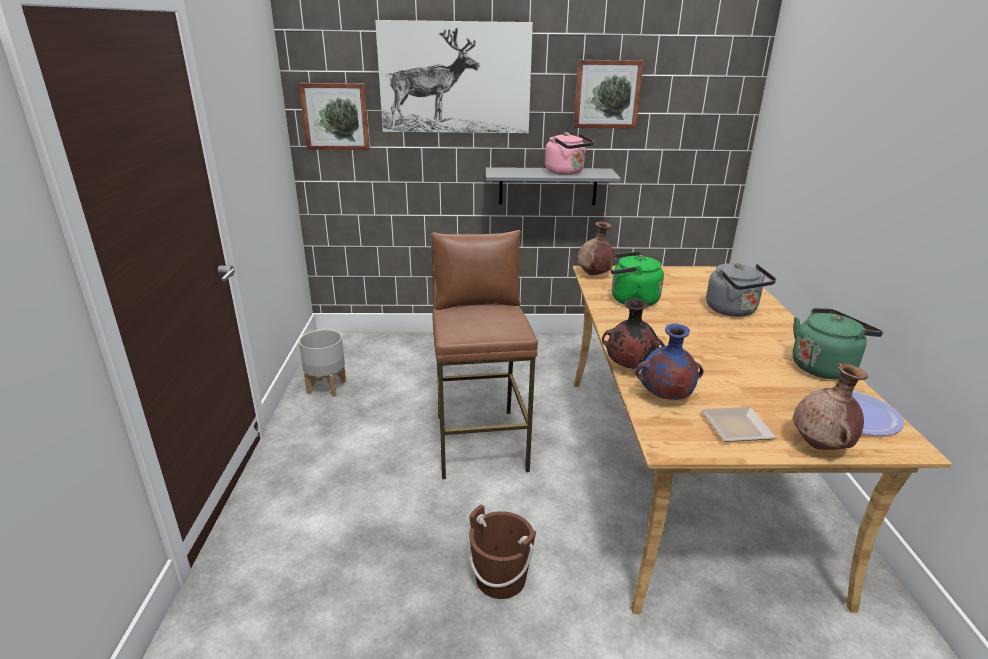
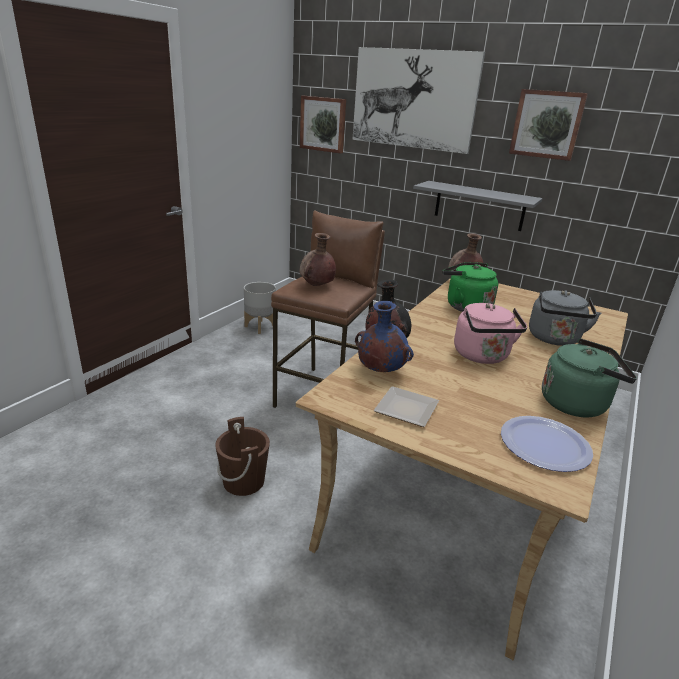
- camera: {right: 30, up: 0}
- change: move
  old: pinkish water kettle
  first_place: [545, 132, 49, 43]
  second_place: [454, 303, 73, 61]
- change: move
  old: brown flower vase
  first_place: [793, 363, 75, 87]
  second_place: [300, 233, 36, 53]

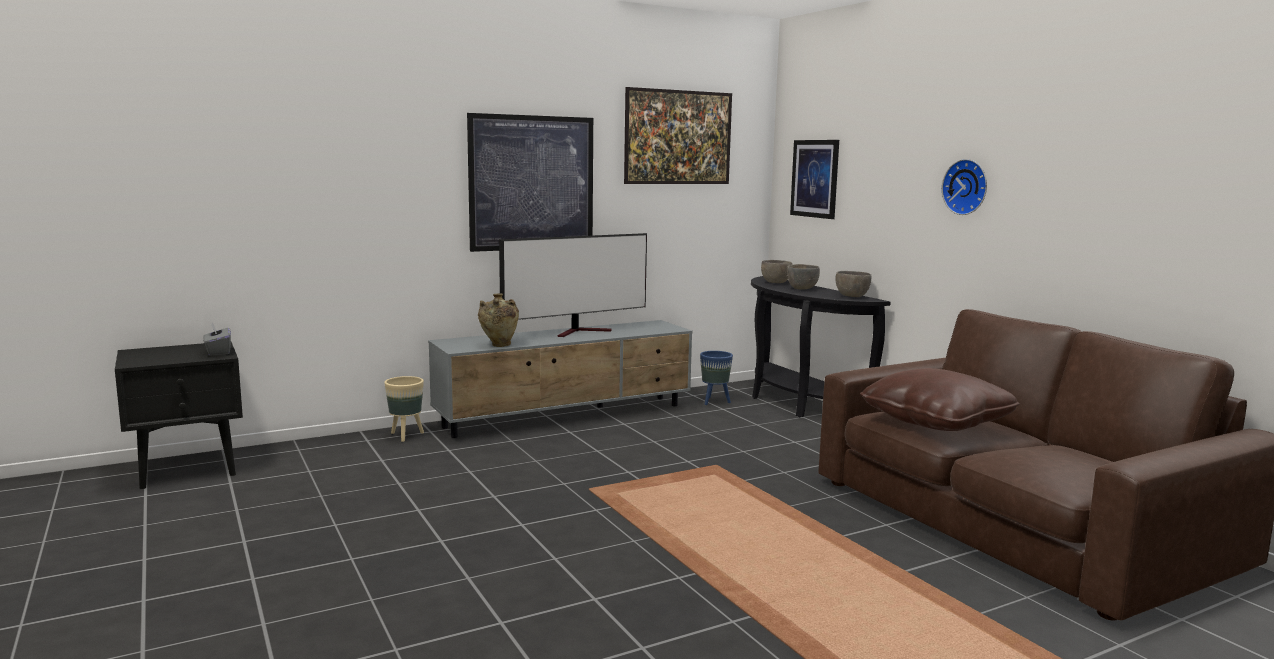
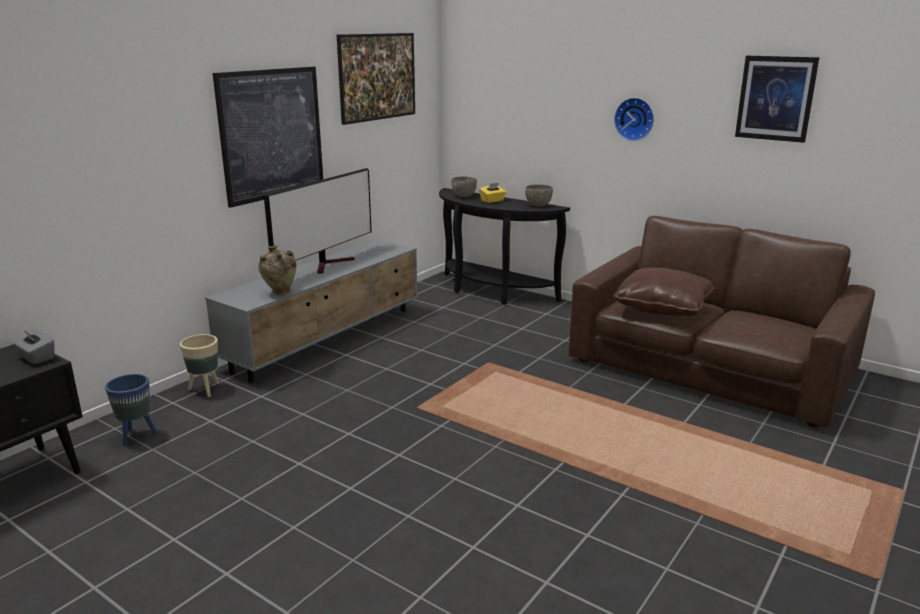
- camera: {right: -25, up: 10}
- change: move
  old: bluish planter
  first_place: [700, 351, 33, 54]
  second_place: [105, 374, 53, 72]
- change: replace
  old: grey serving bowl
  new: yellowish box of tissues
  first_place: [787, 264, 33, 26]
  second_place: [479, 183, 27, 20]
- change: move
  old: wall picture
  first_place: [790, 140, 49, 79]
  second_place: [735, 56, 84, 87]

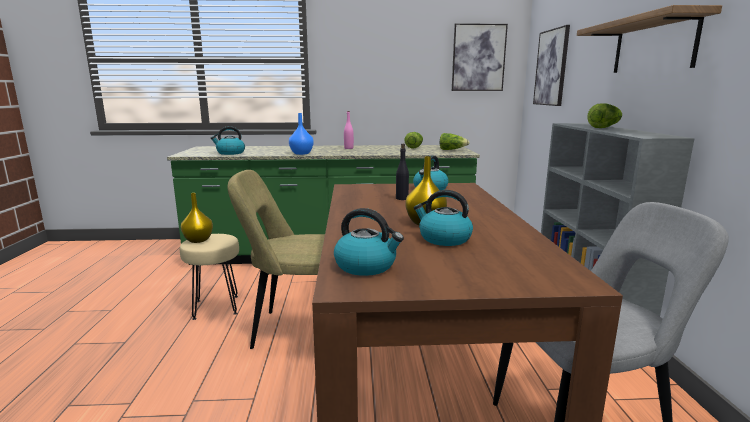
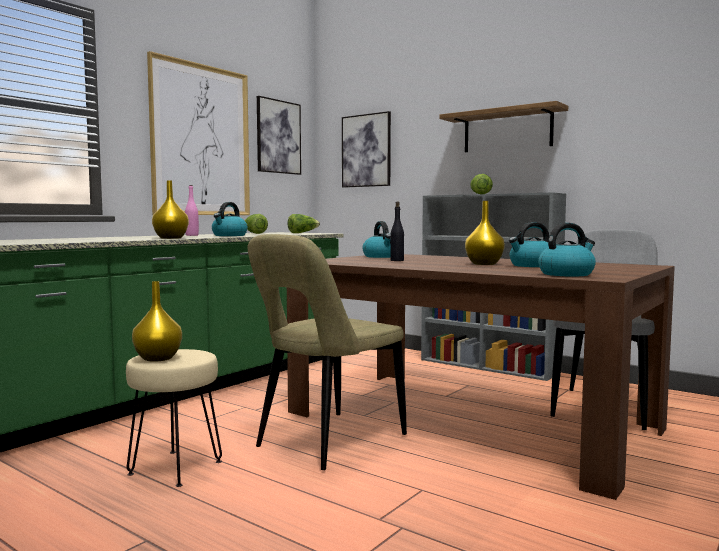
- camera: {right: -50, up: -10}
- change: move
  old: water kettle
  first_place: [211, 126, 34, 29]
  second_place: [212, 202, 36, 34]
- change: recolor
  old: bluish flower vase
  new: yellowish flower vase
  first_place: [289, 113, 25, 42]
  second_place: [152, 180, 37, 59]
- change: insert
  new: wall picture
  second_place: [147, 51, 103, 164]

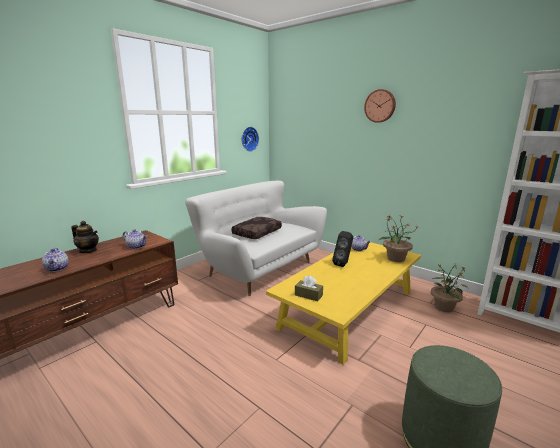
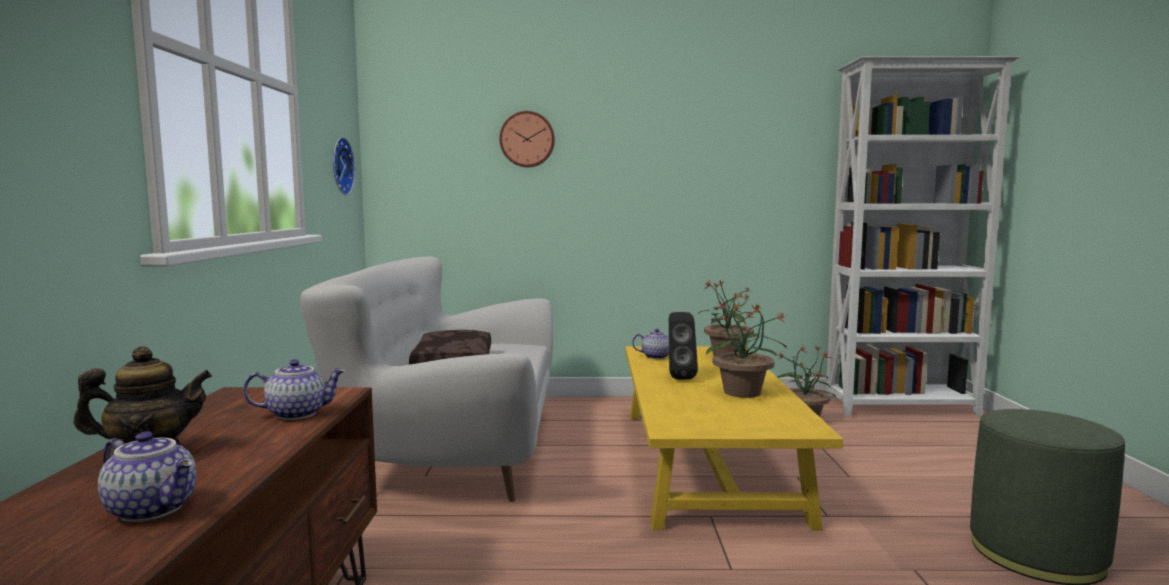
- camera: {right: -40, up: -10}
- change: delete
  old: brown box of tissues
  first_place: [295, 275, 28, 26]
- change: move
  old: wall clock
  first_place: [364, 89, 32, 34]
  second_place: [499, 111, 56, 56]
- change: insert
  new: potted plant
  second_place: [706, 301, 80, 97]

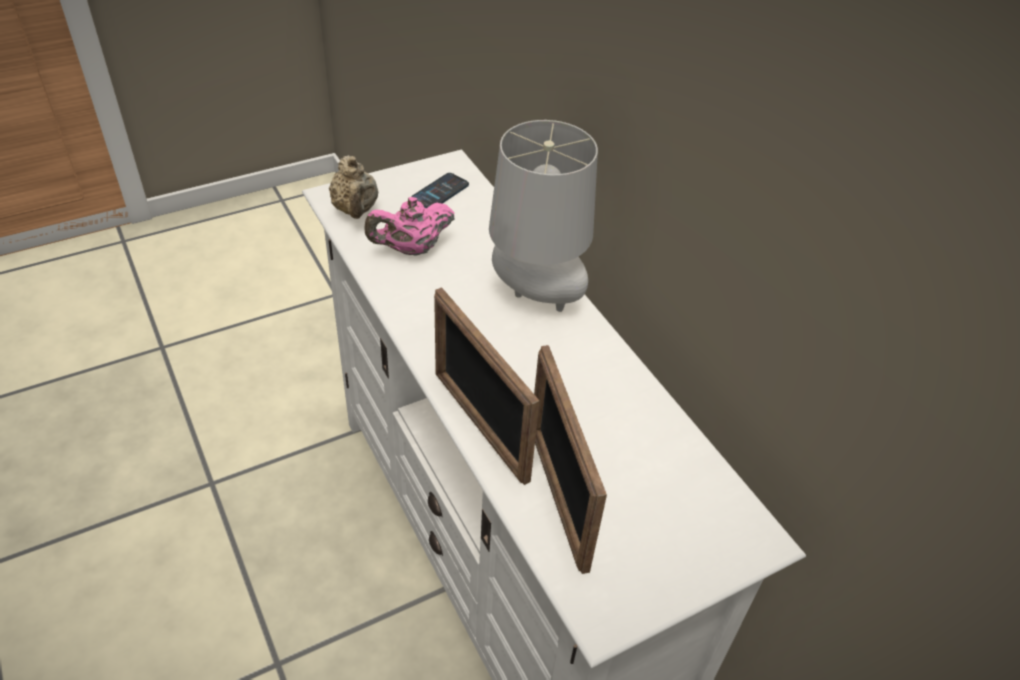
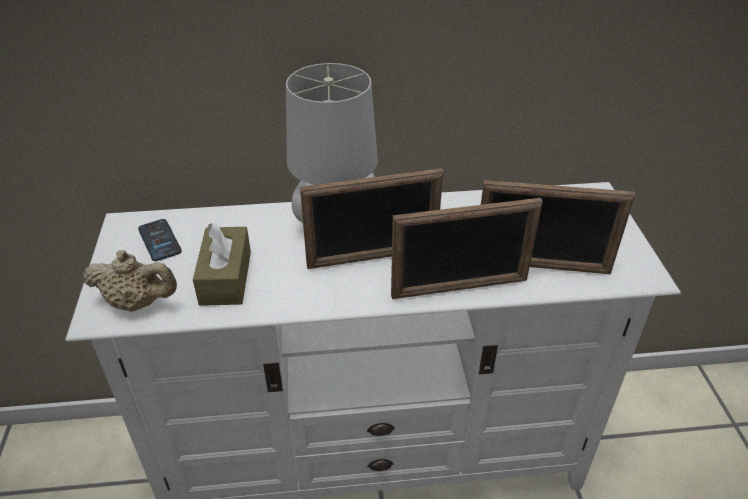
- camera: {right: -65, up: -5}
- change: replace
  old: pinkish tea pot
  new: brown box of tissues
  first_place: [365, 197, 90, 59]
  second_place: [193, 222, 58, 84]
- change: insert
  new: photo frame
  second_place: [300, 168, 143, 101]

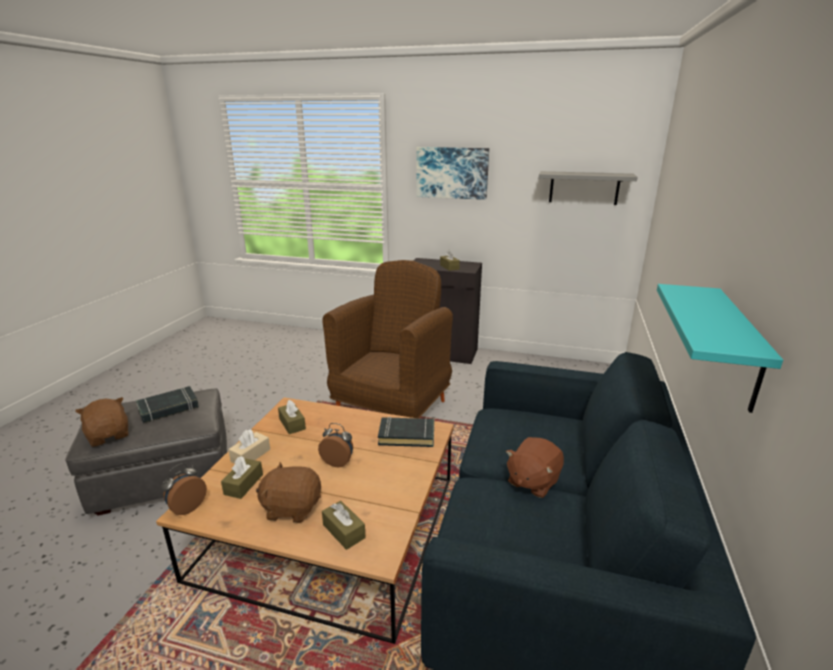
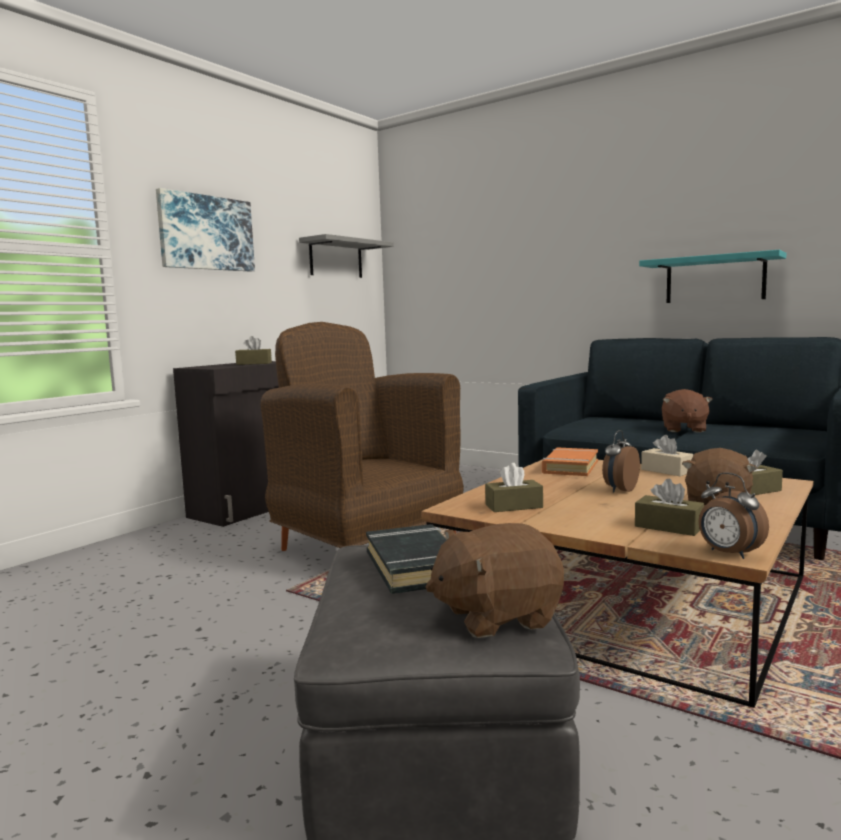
- camera: {right: -70, up: -15}
- change: move
  old: sand-coloured box of tissues
  first_place: [228, 429, 42, 35]
  second_place: [641, 435, 52, 41]
- change: recolor
  old: black volume
  new: orangey volume
  first_place: [378, 416, 56, 31]
  second_place: [542, 448, 56, 28]
- change: rotate
  old: brown cuddly toy
  first_place: [506, 437, 58, 61]
  second_place: [662, 389, 51, 43]
  degrees: 45

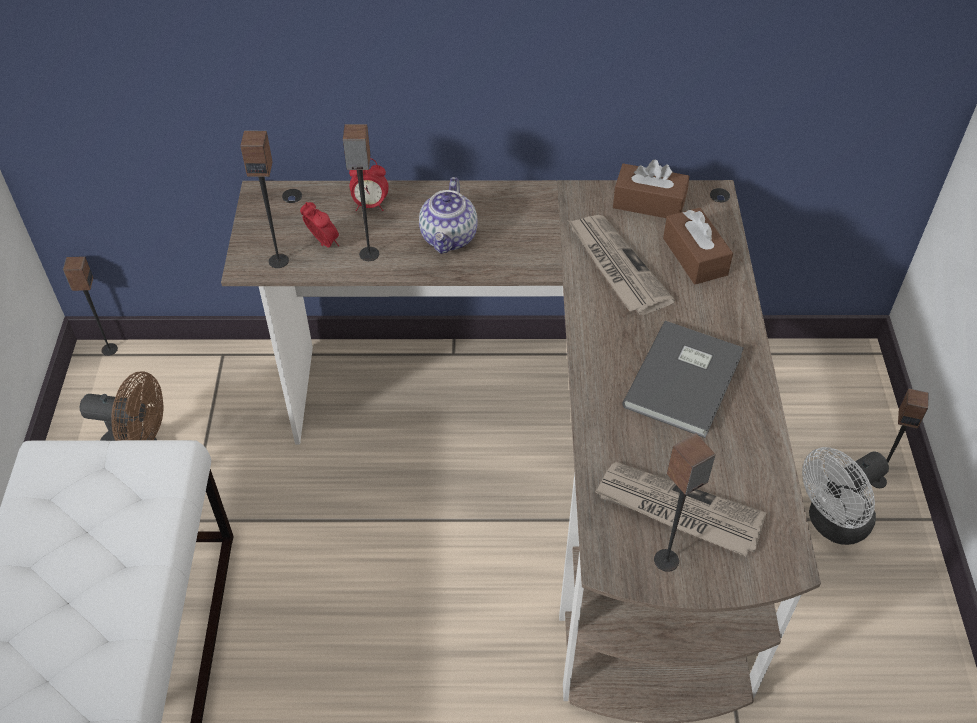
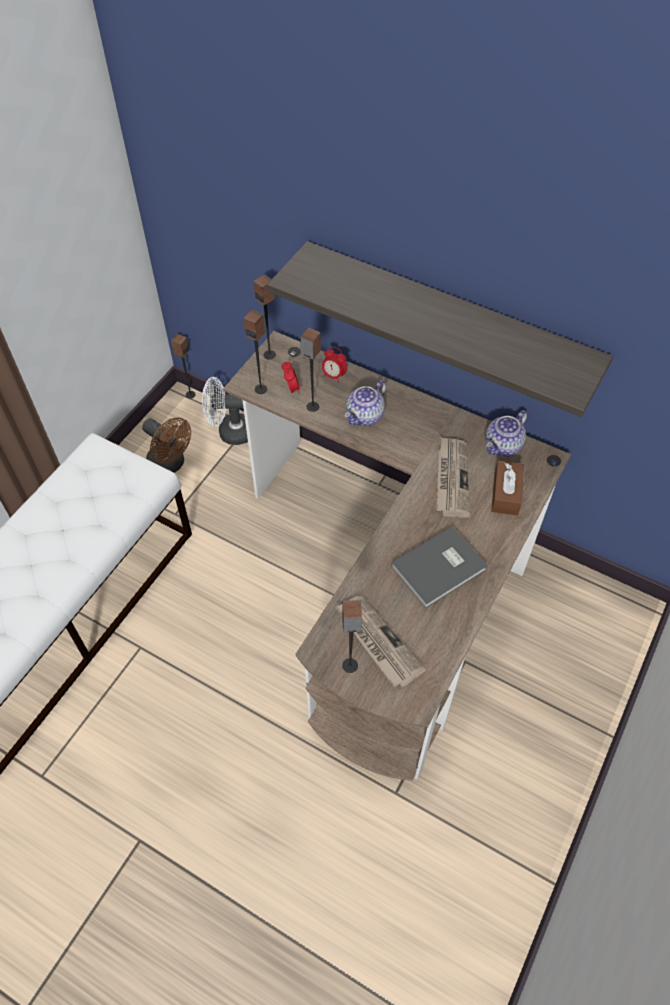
- camera: {right: 30, up: 5}
- change: replace
  old: brown box of tissues
  new: tea pot
  first_place: [613, 159, 76, 59]
  second_place: [485, 410, 42, 46]
- change: move
  old: white cooling fan
  first_place: [802, 447, 87, 98]
  second_place: [202, 377, 46, 68]
- change: move
  old: loudspeaker
  first_place: [871, 388, 58, 100]
  second_place: [253, 274, 23, 85]
- change: insert
  new: wall shelf
  second_place: [267, 241, 346, 176]

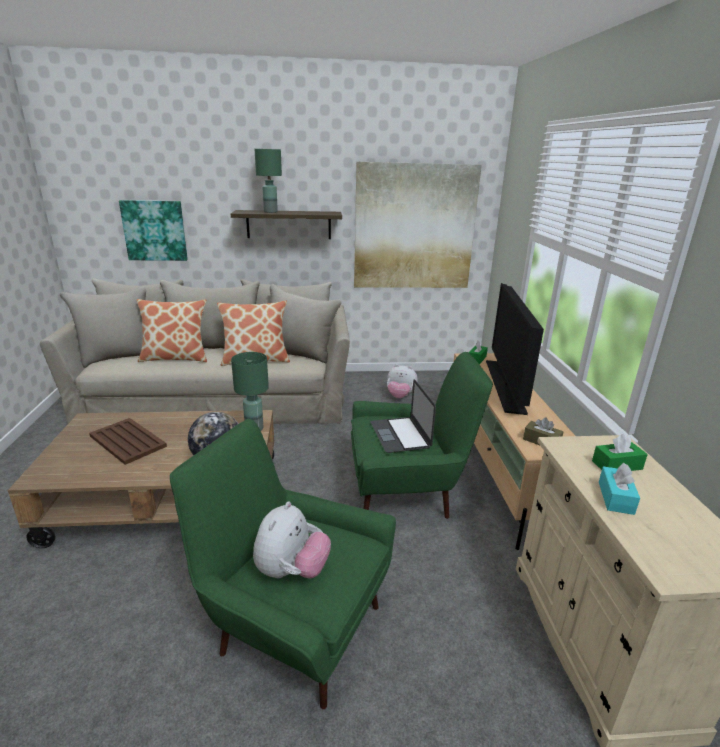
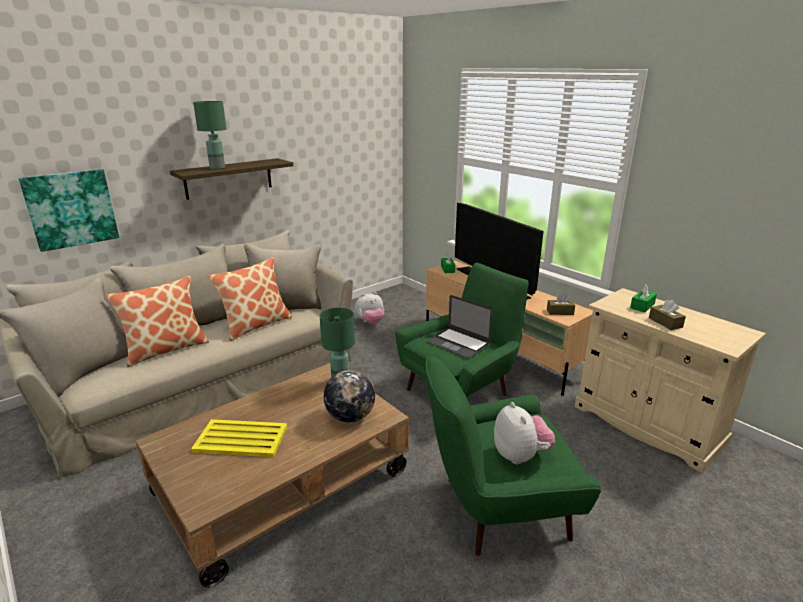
- camera: {right: -35, up: 0}
- change: recolor
  old: brown carrying tray
  new: yellowish carrying tray
  first_place: [89, 418, 78, 47]
  second_place: [191, 419, 96, 38]
- change: delete
  old: wall picture
  first_place: [354, 162, 128, 126]
- change: recolor
  old: turquoise-coloured box of tissues
  new: brown box of tissues
  first_place: [599, 463, 41, 52]
  second_place: [649, 300, 37, 30]

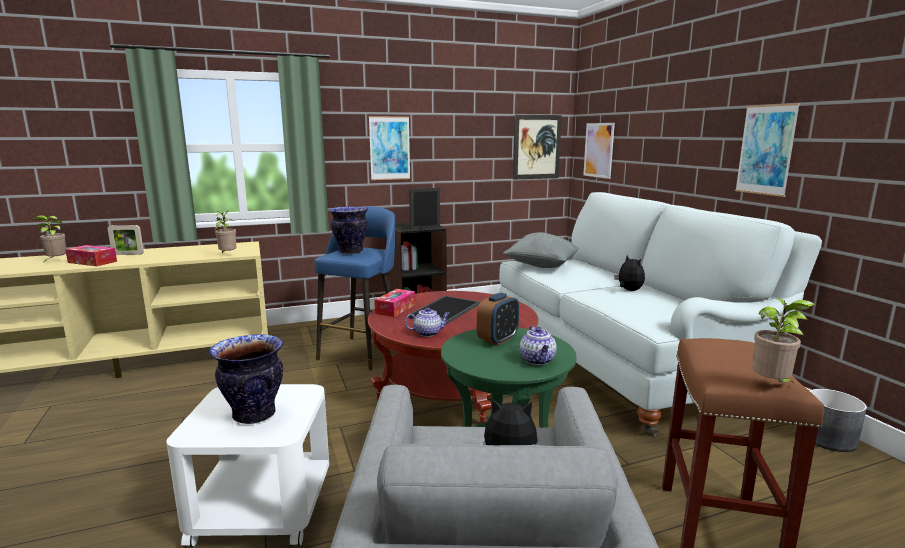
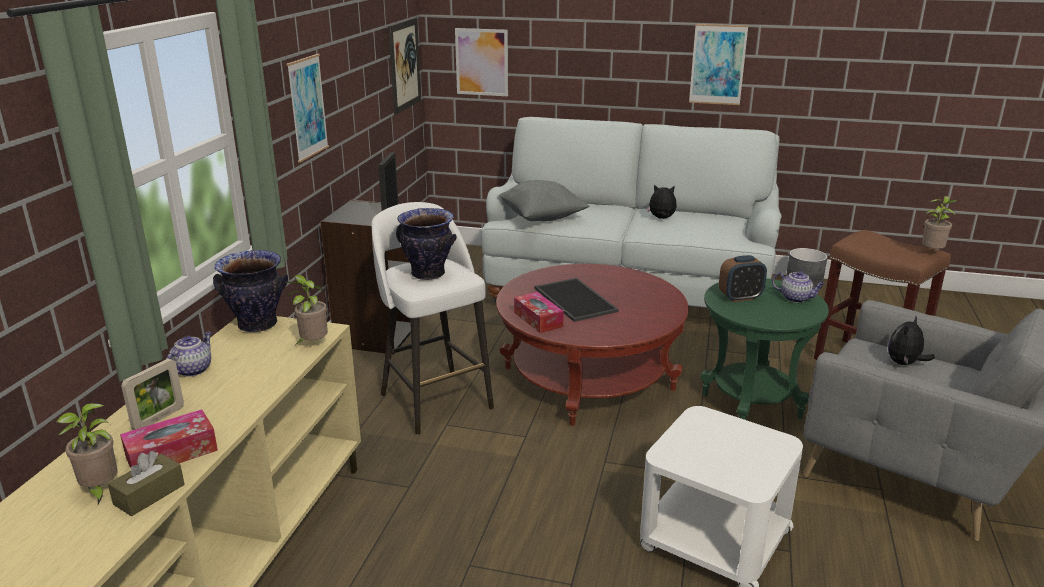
- camera: {right: -55, up: 10}
- change: move
  old: flower vase
  first_place: [209, 334, 74, 90]
  second_place: [213, 250, 75, 82]
- change: recolor
  old: bluish sitting stool
  new: white sitting stool
  first_place: [315, 206, 80, 165]
  second_place: [372, 202, 122, 233]
- change: move
  old: tea pot
  first_place: [405, 307, 45, 30]
  second_place: [166, 331, 46, 46]
- change: rotate
  old: alarm clock
  first_place: [477, 293, 42, 53]
  second_place: [719, 255, 48, 47]
  degrees: 90
- change: insert
  new: brown box of tissues
  second_place: [108, 451, 77, 65]

